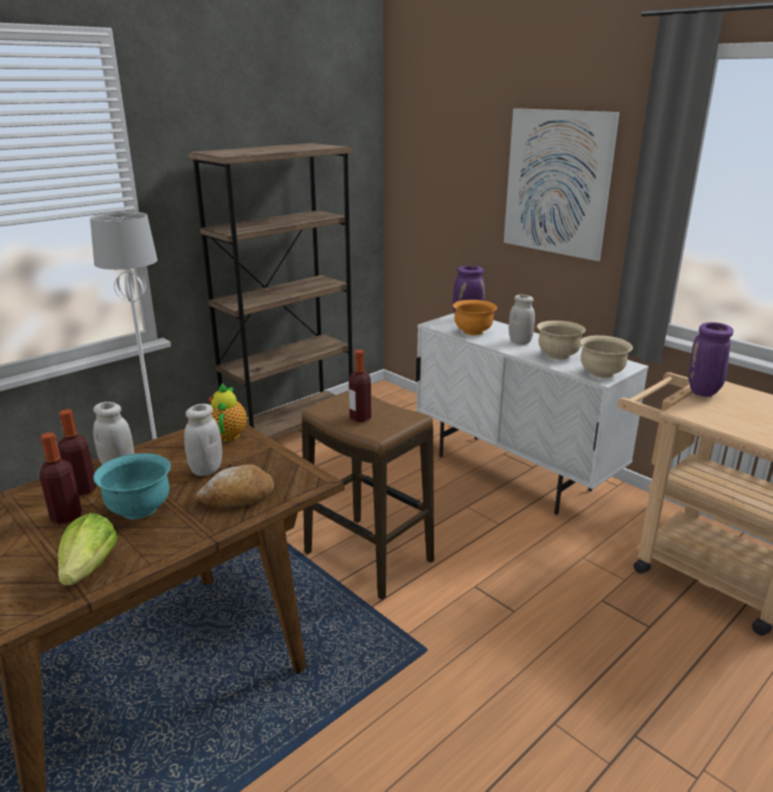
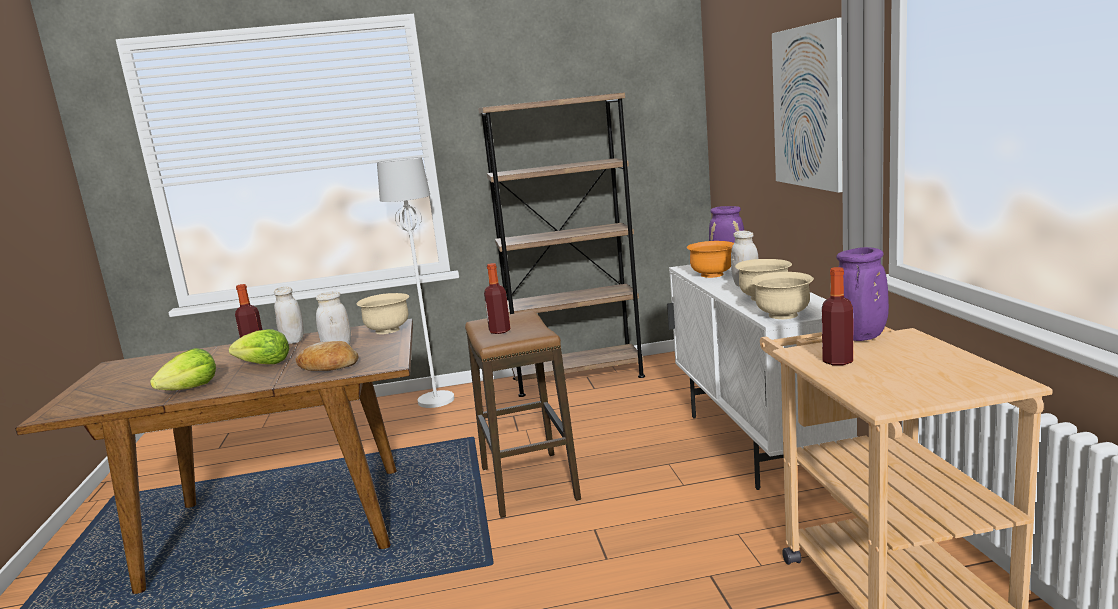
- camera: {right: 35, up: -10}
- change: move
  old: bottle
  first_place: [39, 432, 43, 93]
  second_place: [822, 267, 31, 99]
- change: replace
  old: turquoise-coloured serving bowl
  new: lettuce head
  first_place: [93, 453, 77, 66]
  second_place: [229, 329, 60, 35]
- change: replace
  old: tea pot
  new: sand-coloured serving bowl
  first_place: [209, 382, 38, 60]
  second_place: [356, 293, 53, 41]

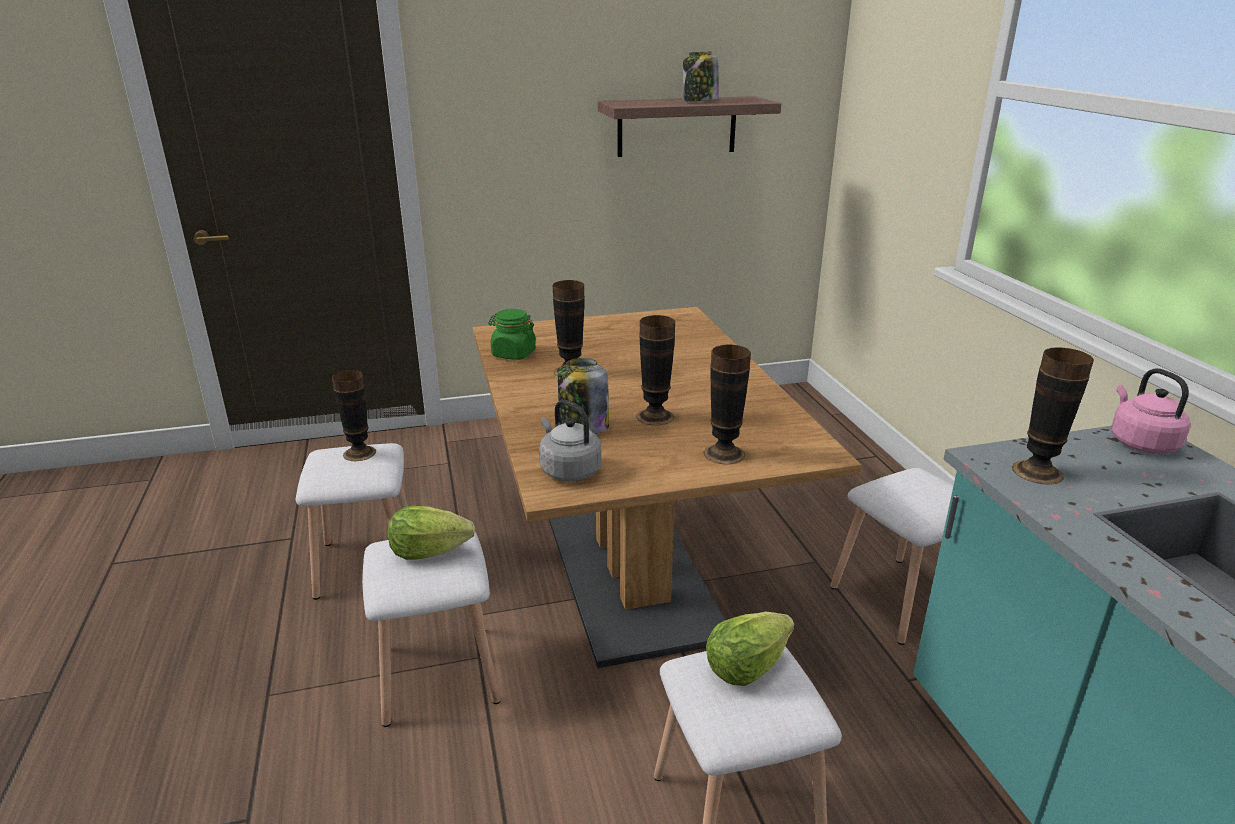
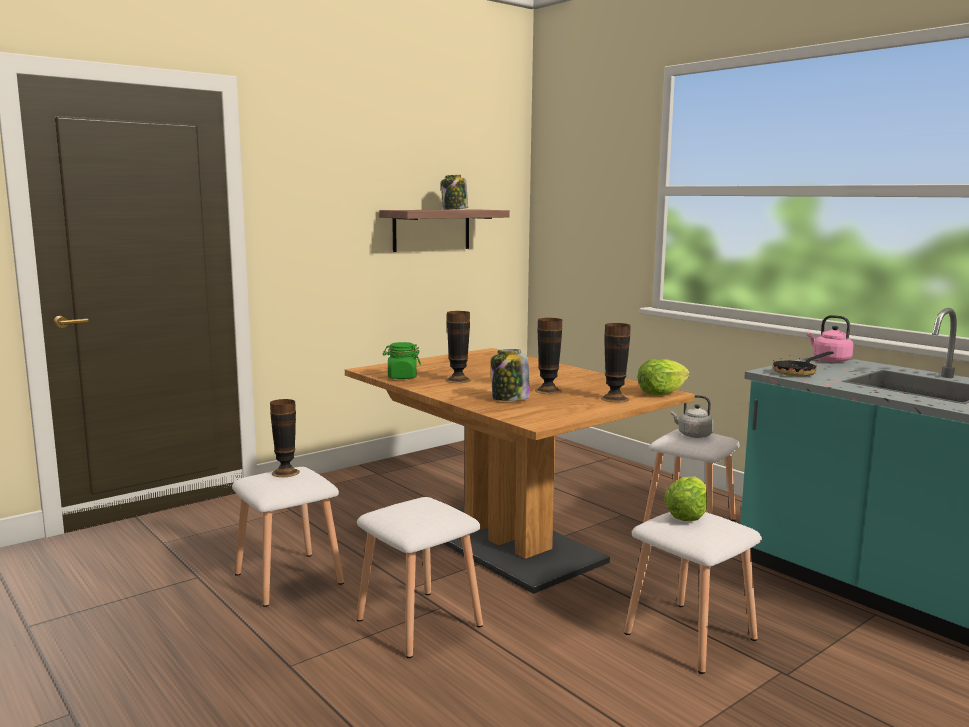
- camera: {right: -25, up: -15}
- change: move
  old: lettuce head
  first_place: [388, 506, 87, 54]
  second_place: [637, 359, 53, 36]
- change: move
  old: grey water kettle
  first_place: [539, 400, 63, 81]
  second_place: [671, 395, 43, 43]
- change: replace
  old: flower vase
  new: frying pan
  first_place: [1012, 347, 82, 138]
  second_place: [773, 351, 61, 25]

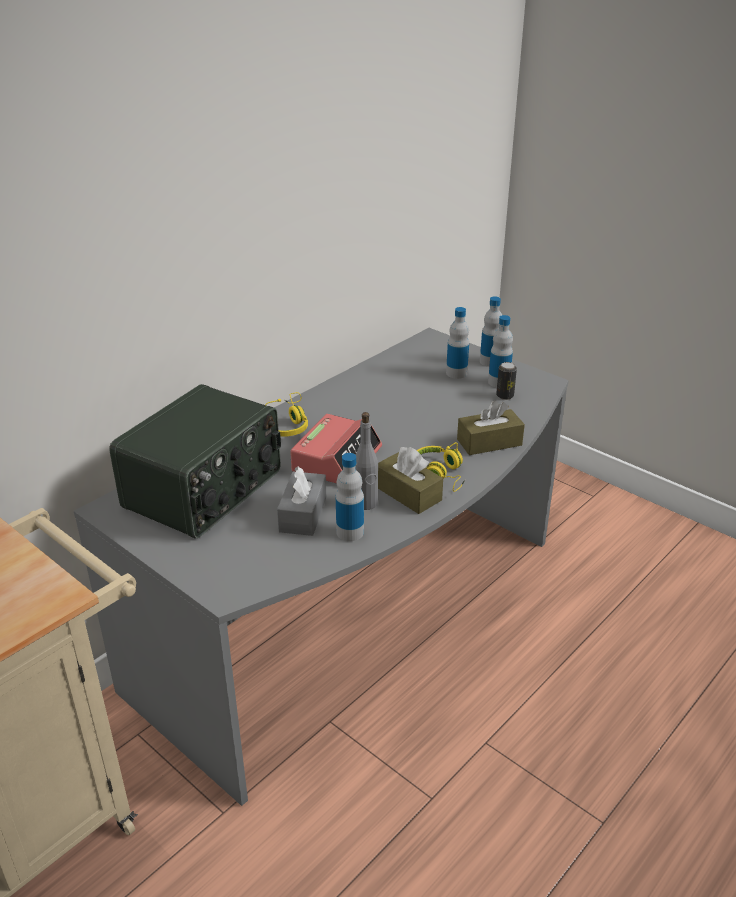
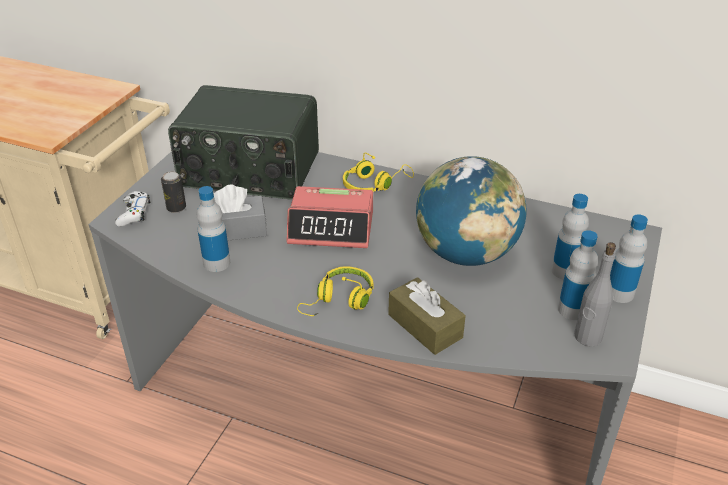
- camera: {right: 70, up: 5}
- change: move
  old: grey bottle
  first_place: [356, 412, 22, 98]
  second_place: [574, 242, 42, 105]
- change: delete
  old: brown box of tissues
  first_place: [378, 447, 65, 67]
- change: move
  old: can
  first_place: [496, 362, 21, 38]
  second_place: [161, 171, 25, 42]
- change: insert
  new: white game controller
  second_place: [115, 191, 35, 36]
- change: insert
  new: desk globe
  second_place: [416, 156, 111, 110]

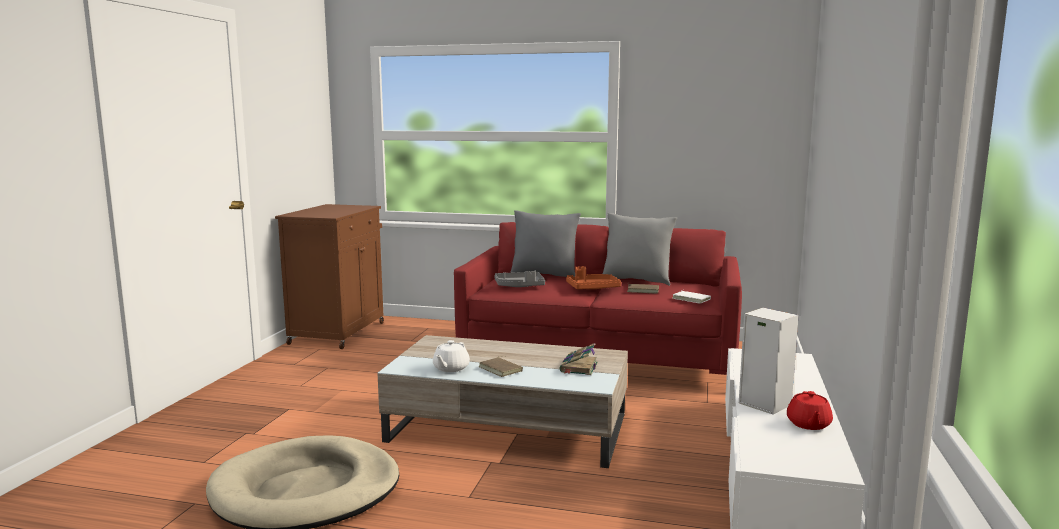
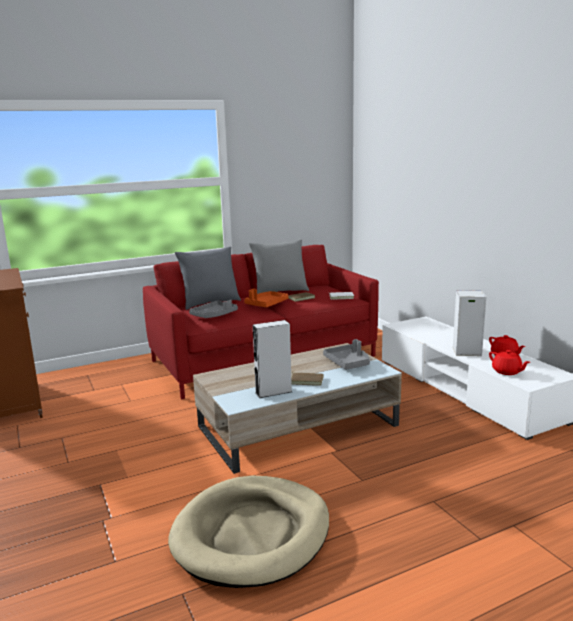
- camera: {right: -40, up: 5}
- change: replace
  old: white tea pot
  new: grey loudspeaker
  first_place: [433, 340, 37, 32]
  second_place: [253, 320, 39, 78]
- change: replace
  old: volume
  new: grey carrying tray
  first_place: [560, 343, 38, 32]
  second_place: [323, 339, 47, 31]
- change: insert
  new: reddish tea pot
  second_place: [489, 350, 41, 25]

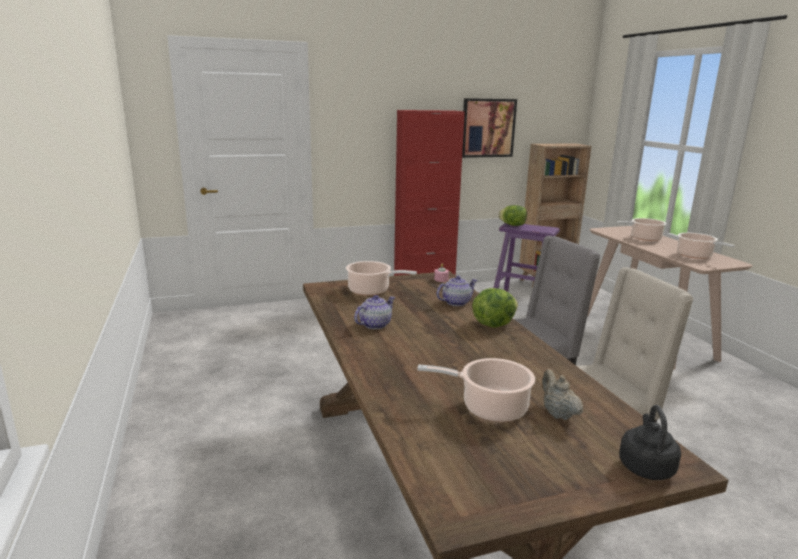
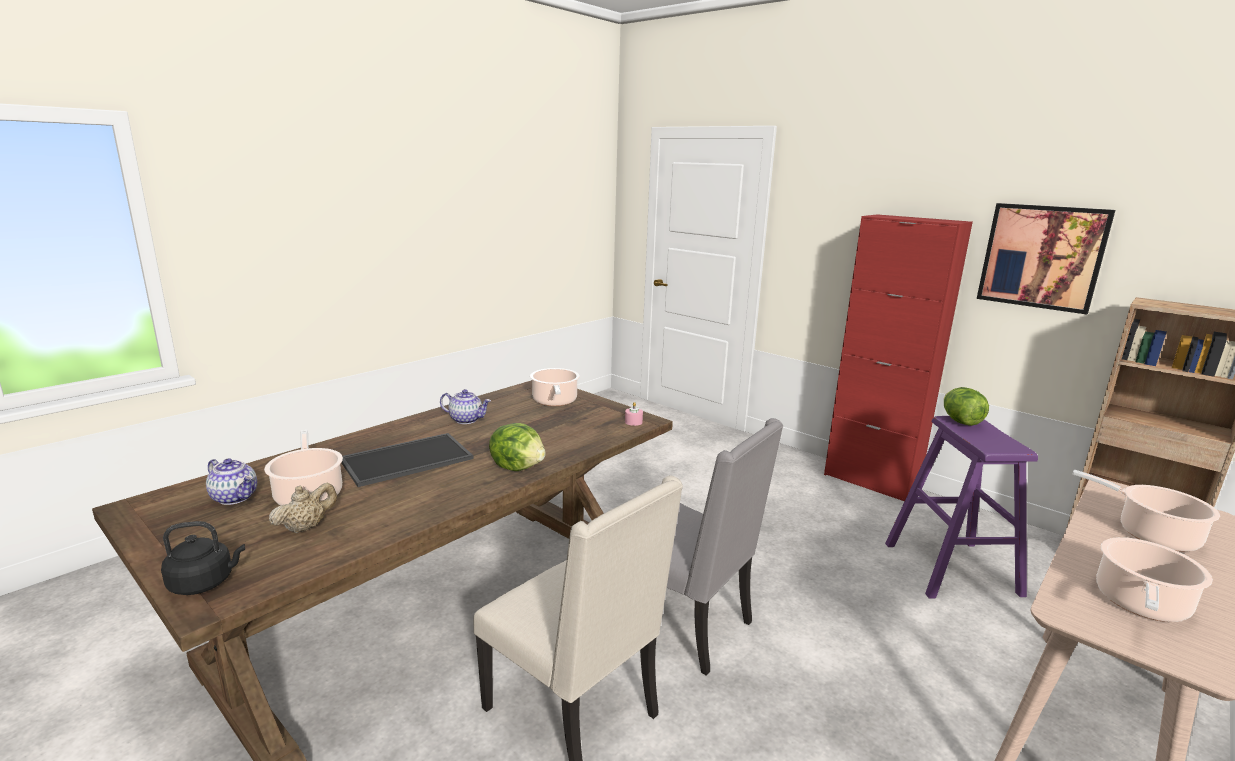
- camera: {right: 60, up: 0}
- change: move
  old: tea pot
  first_place: [436, 276, 41, 30]
  second_place: [206, 458, 51, 47]
- change: insert
  new: carrying tray
  second_place: [341, 433, 132, 54]

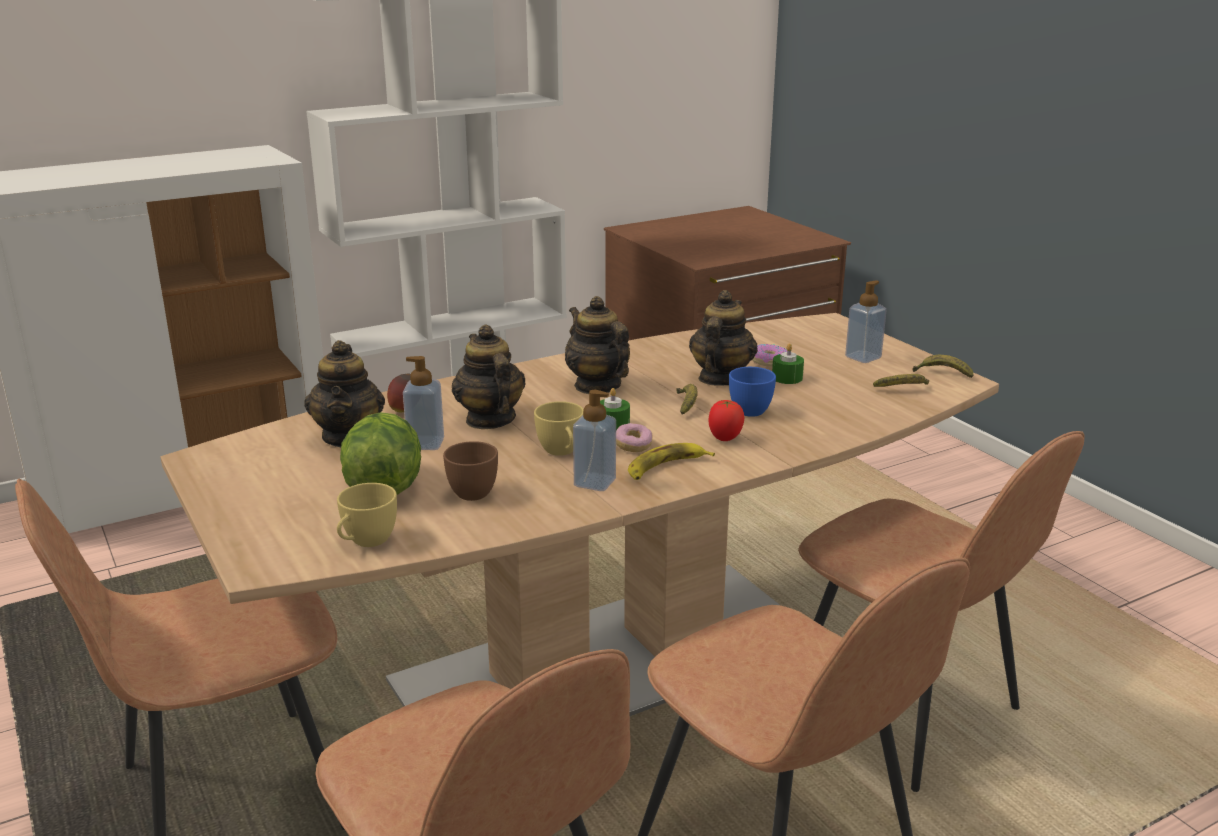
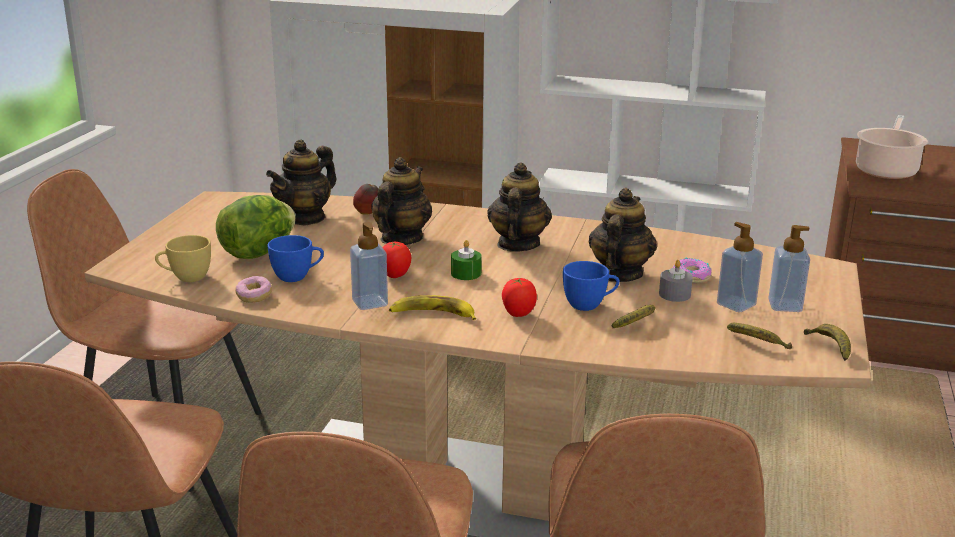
- camera: {right: 45, up: 0}
- change: move
  old: soap bottle
  first_place: [403, 356, 41, 94]
  second_place: [717, 222, 46, 91]
- change: recolor
  old: brown cup
  new: bluish cup
  first_place: [443, 441, 55, 60]
  second_place: [268, 235, 56, 47]
- change: replace
  old: yellowish cup
  new: whole tomato
  first_place: [534, 401, 50, 55]
  second_place: [383, 241, 28, 37]
- change: move
  old: donut
  first_place: [616, 423, 36, 29]
  second_place: [235, 276, 37, 27]
- change: move
  old: banana
  first_place: [676, 384, 22, 31]
  second_place: [611, 305, 45, 23]
- change: rotate
  old: tea pot
  first_place: [689, 290, 69, 96]
  second_place: [588, 188, 69, 94]
  degrees: -45
- change: recolor
  old: greenish wax light
  new: grey wax light
  first_place: [772, 343, 32, 41]
  second_place: [659, 260, 34, 42]
- change: insert
  new: saucepot
  second_place: [856, 115, 72, 64]

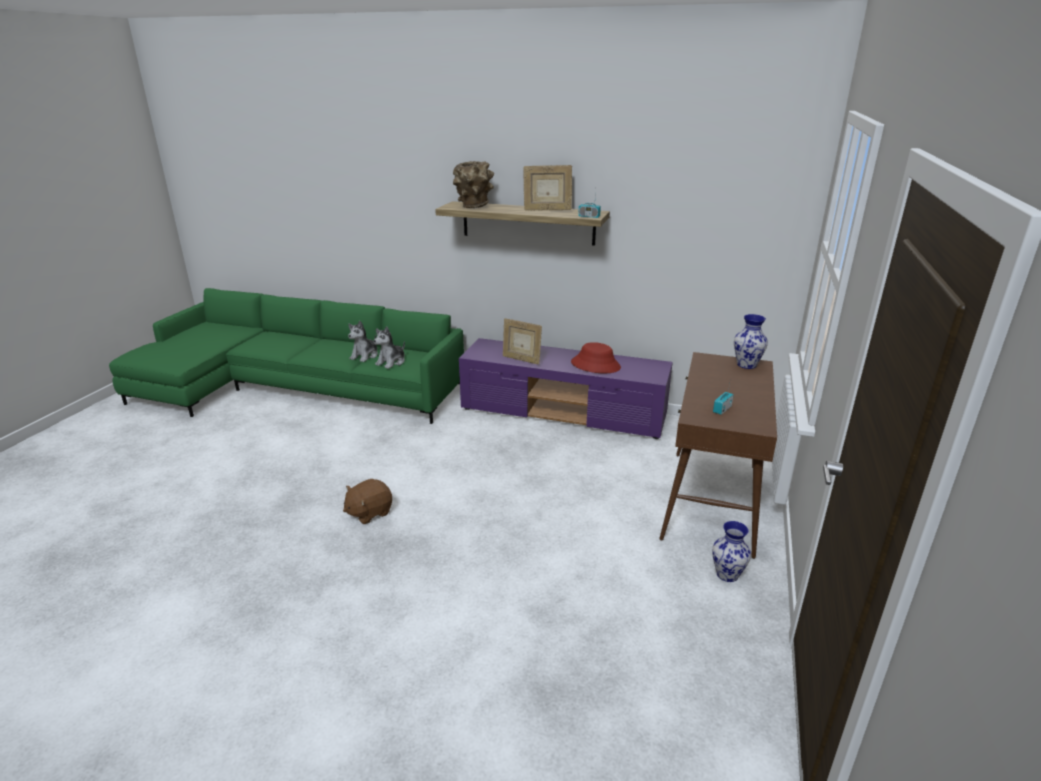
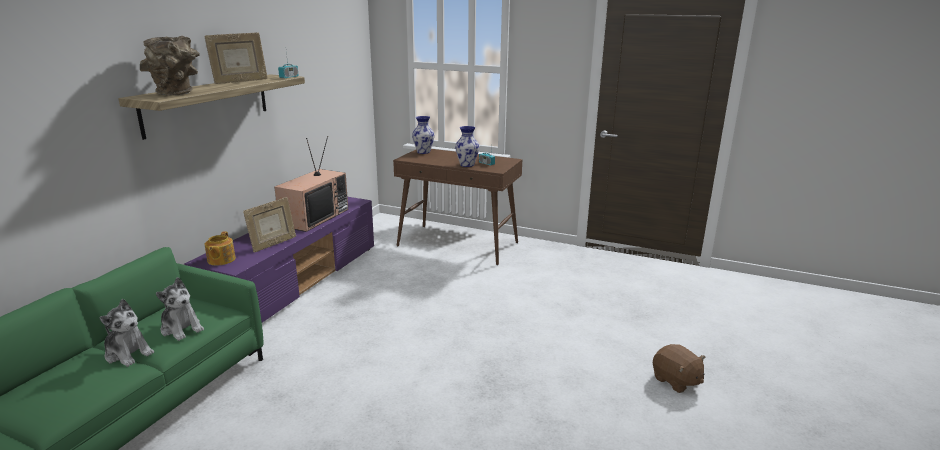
- camera: {right: -85, up: -5}
- change: move
  old: brown cuddly toy
  first_place: [343, 479, 49, 46]
  second_place: [653, 344, 52, 49]
- change: rotate
  old: photo frame
  first_place: [523, 165, 49, 46]
  second_place: [205, 32, 63, 52]
  degrees: 45
- change: replace
  old: reddish wearable hat
  new: TV set
  first_place: [571, 342, 50, 31]
  second_place: [274, 136, 74, 96]
- change: move
  old: flower vase
  first_place: [712, 521, 39, 61]
  second_place: [455, 126, 25, 41]
- change: insert
  new: tea pot
  second_place: [204, 232, 32, 33]

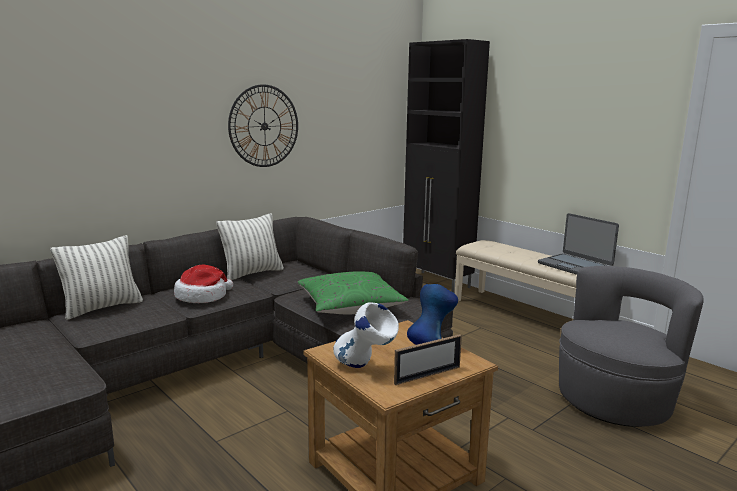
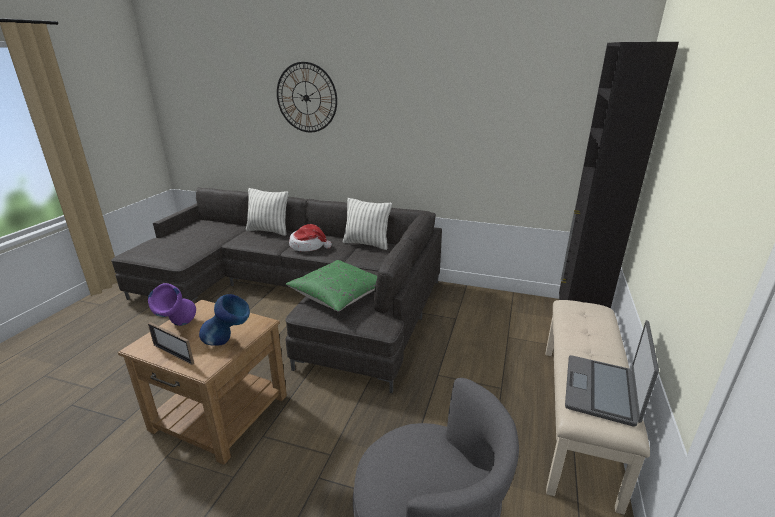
- camera: {right: 60, up: 10}
- change: move
  old: wall clock
  first_place: [228, 84, 70, 83]
  second_place: [277, 62, 60, 70]
- change: recolor
  old: white flower vase
  new: purple-coloured flower vase
  first_place: [333, 302, 66, 66]
  second_place: [148, 283, 48, 43]

